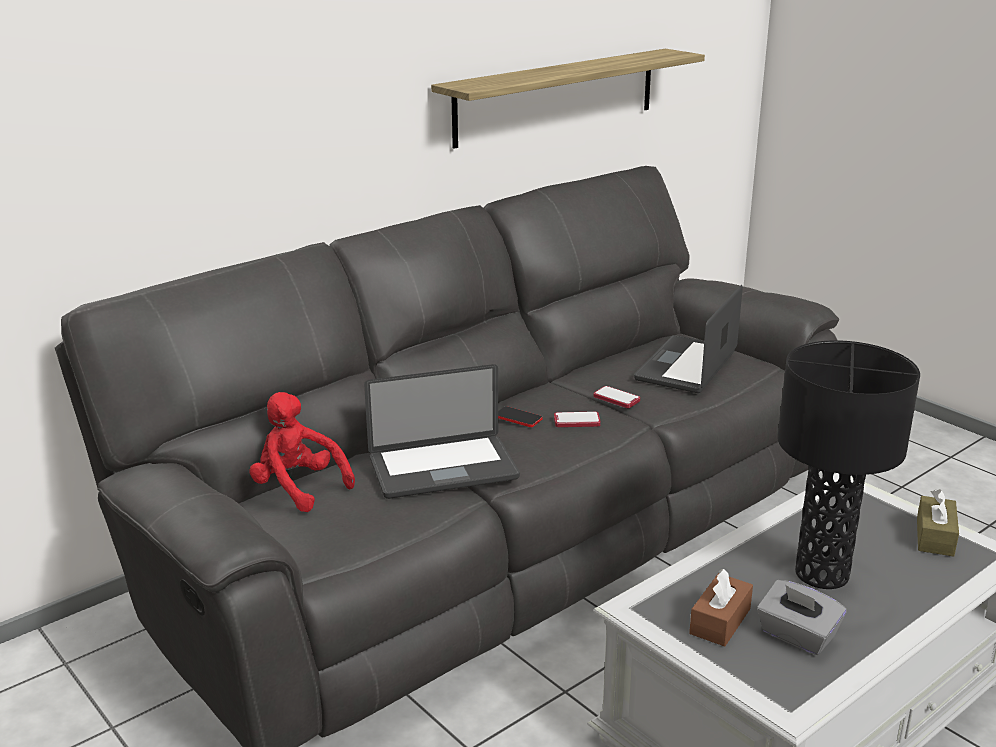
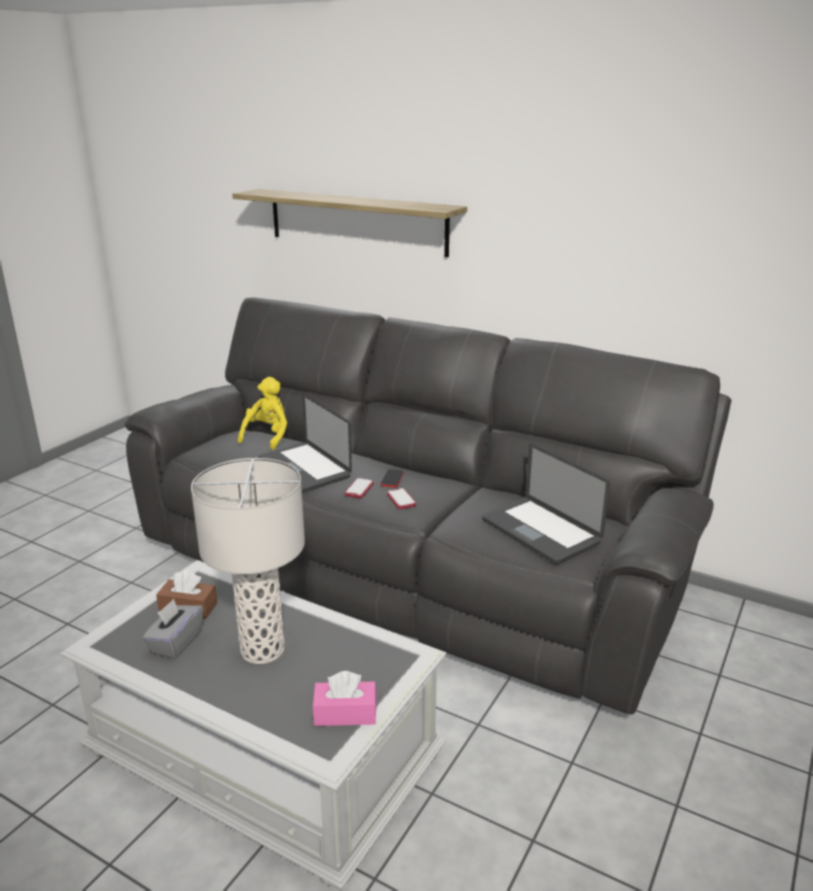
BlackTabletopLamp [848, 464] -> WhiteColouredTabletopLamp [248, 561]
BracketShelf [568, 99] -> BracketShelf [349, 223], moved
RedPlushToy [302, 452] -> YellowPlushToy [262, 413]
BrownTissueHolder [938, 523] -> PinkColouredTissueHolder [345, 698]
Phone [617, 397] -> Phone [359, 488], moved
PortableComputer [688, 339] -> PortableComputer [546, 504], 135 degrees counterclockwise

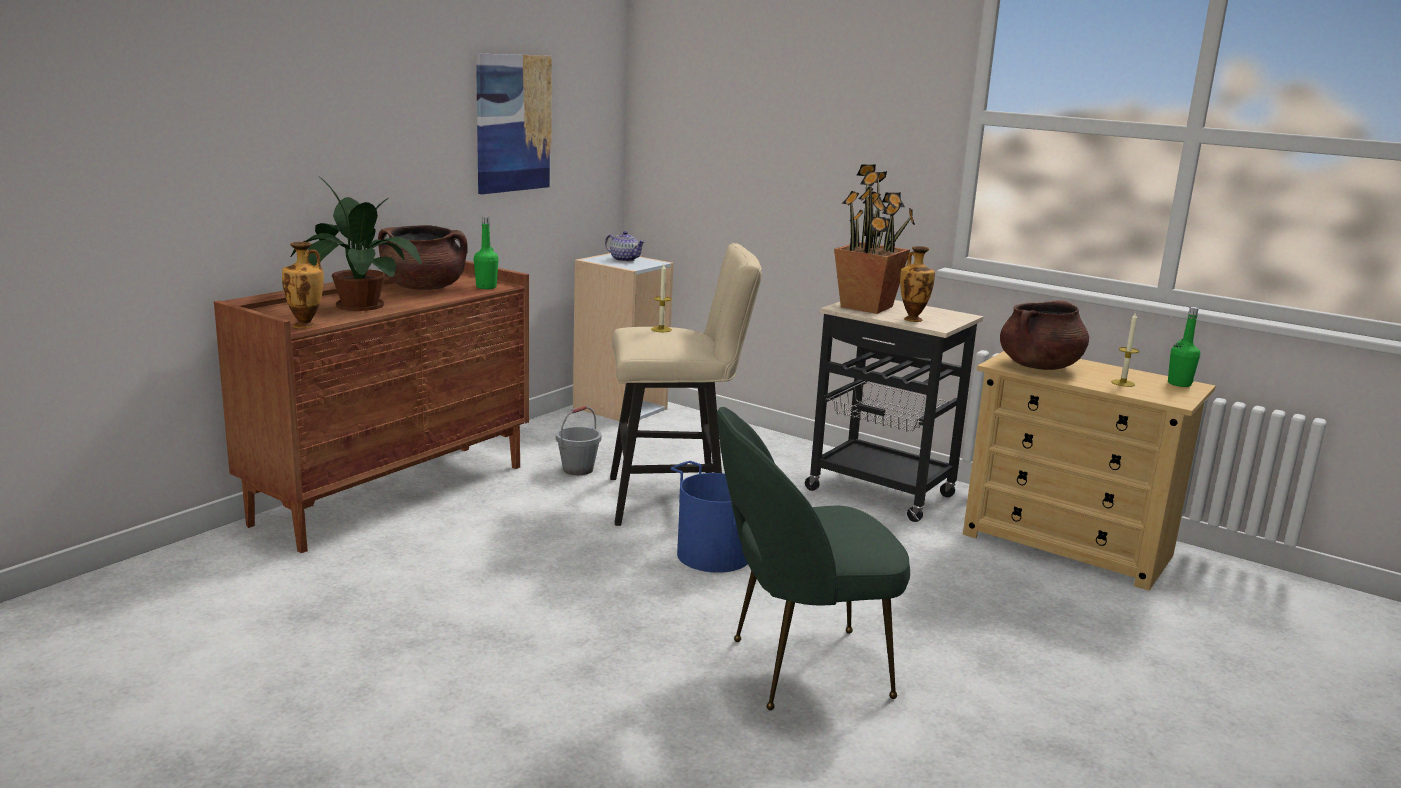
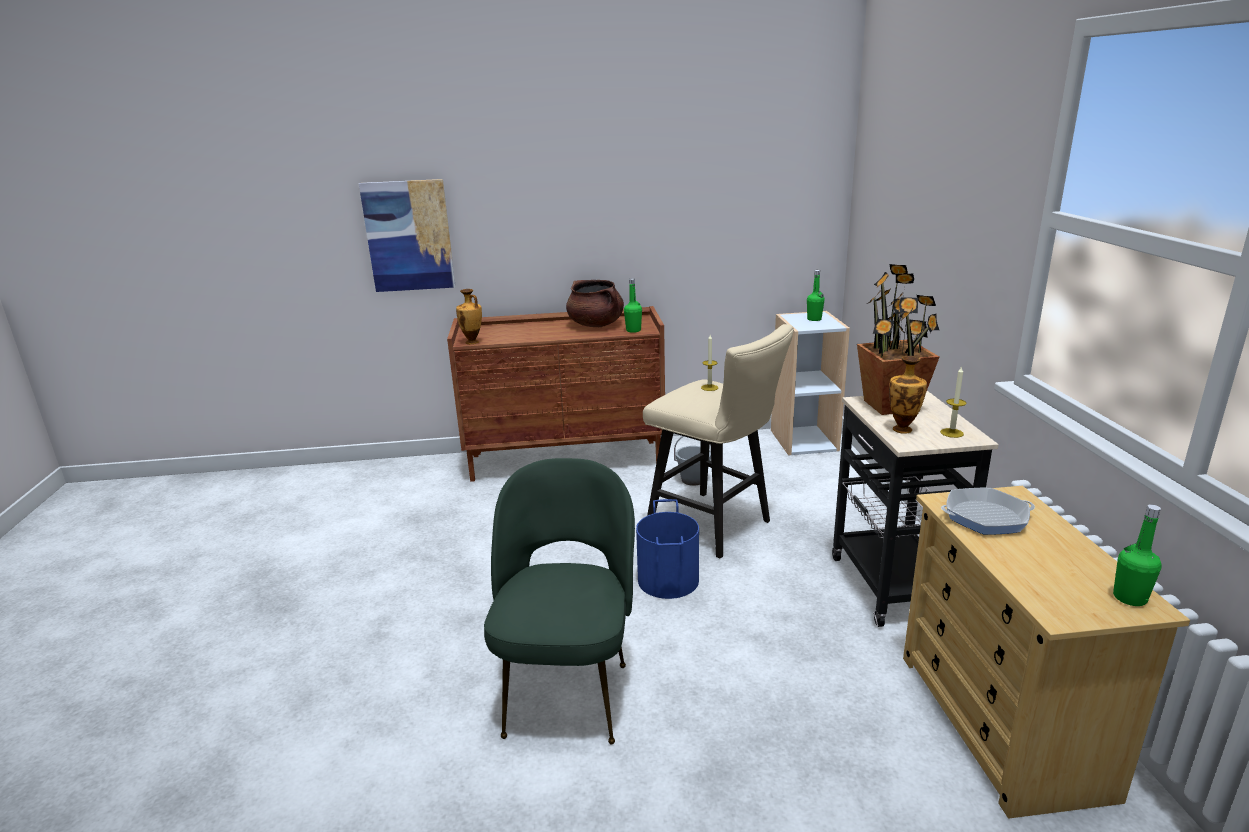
WallArt [514, 123] -> WallArt [407, 235], moved
GreenChair [813, 558] -> GreenChair [559, 601], 60 degrees clockwise
TeaPot [625, 246] -> GreenDrinkBottle [816, 295]
Candle [1125, 349] -> Candle [953, 402], moved
BrownCookingPot [1044, 335] -> Pan [988, 511]
Houseplant [356, 244] -> none

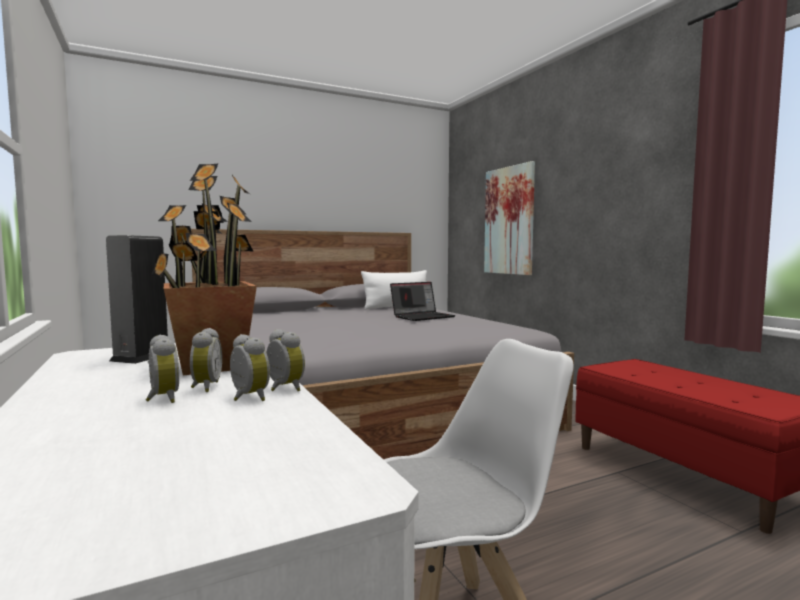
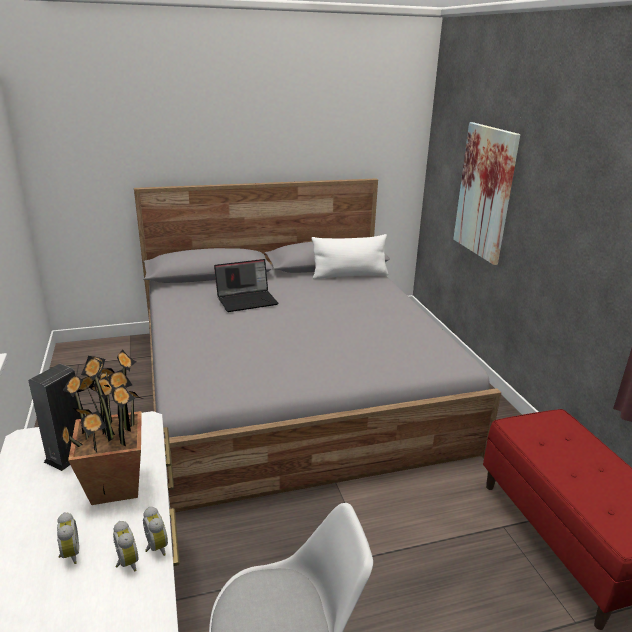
PortableComputer [423, 301] -> PortableComputer [246, 285], moved
BedsideClock [206, 360] -> none

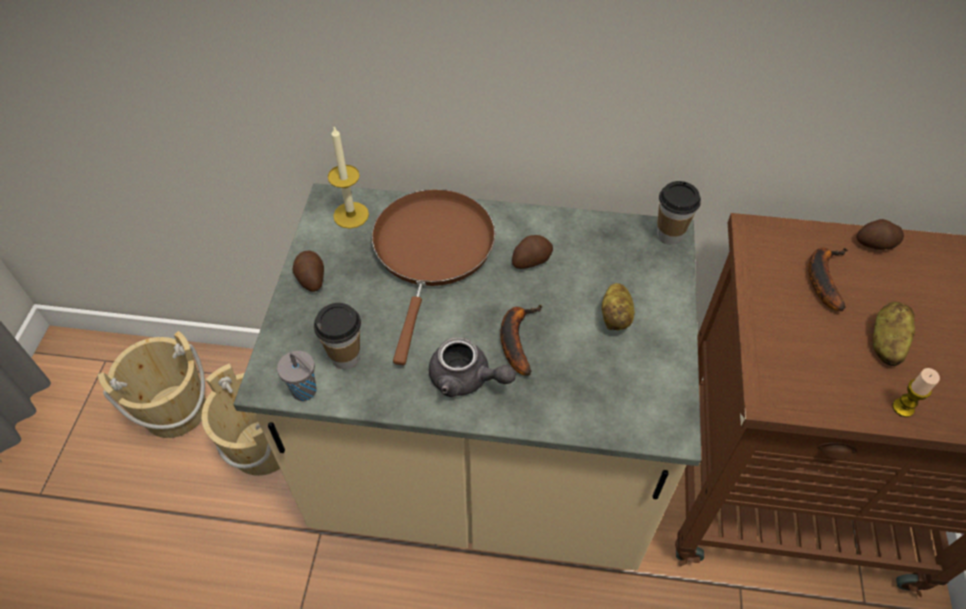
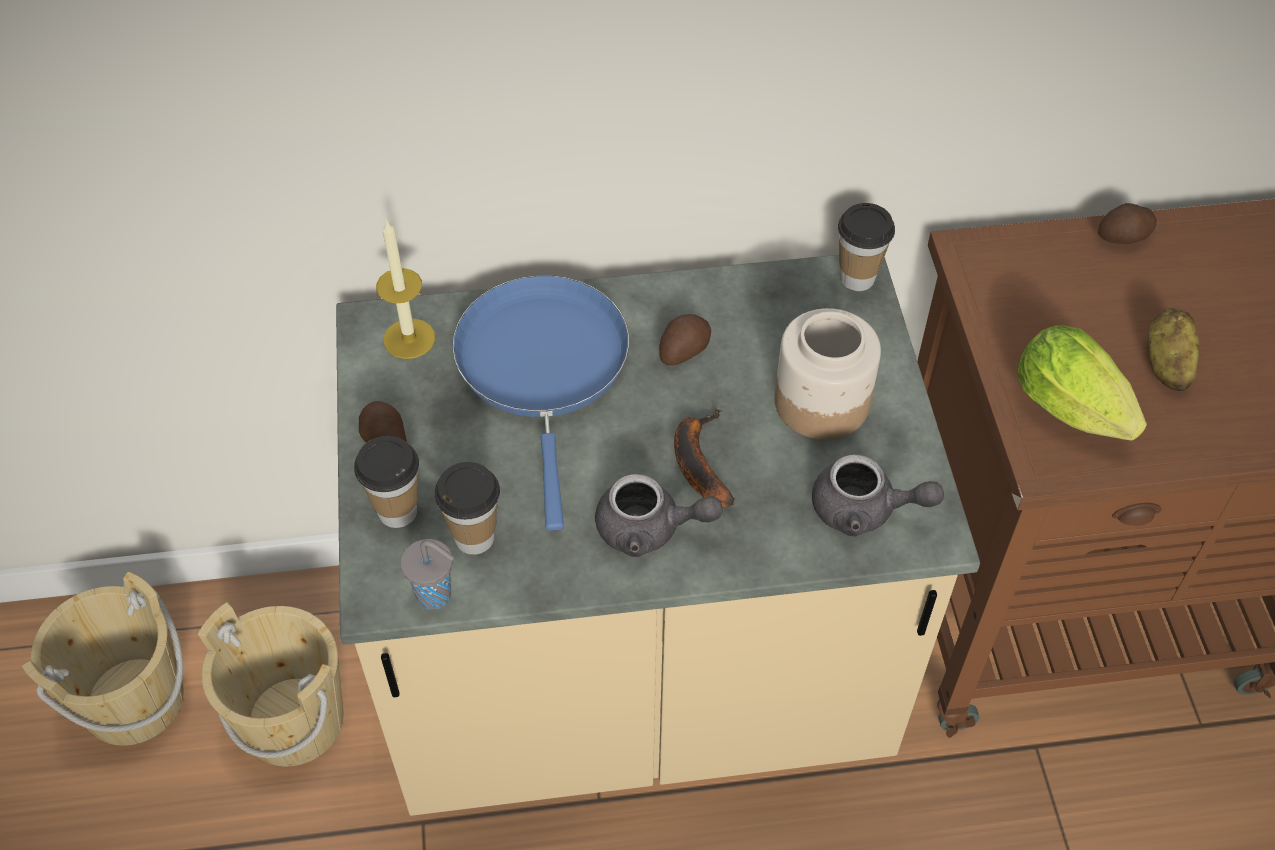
none -> SmallCup [386, 482]
BrownPan [433, 277] -> BlueColouredPan [540, 403]
Potato [618, 307] -> PreserveJar [828, 374]
none -> GreyTeaPot [878, 495]
none -> LettuceHead [1082, 383]
BananaFruit [828, 279] -> none
Candle [916, 392] -> none

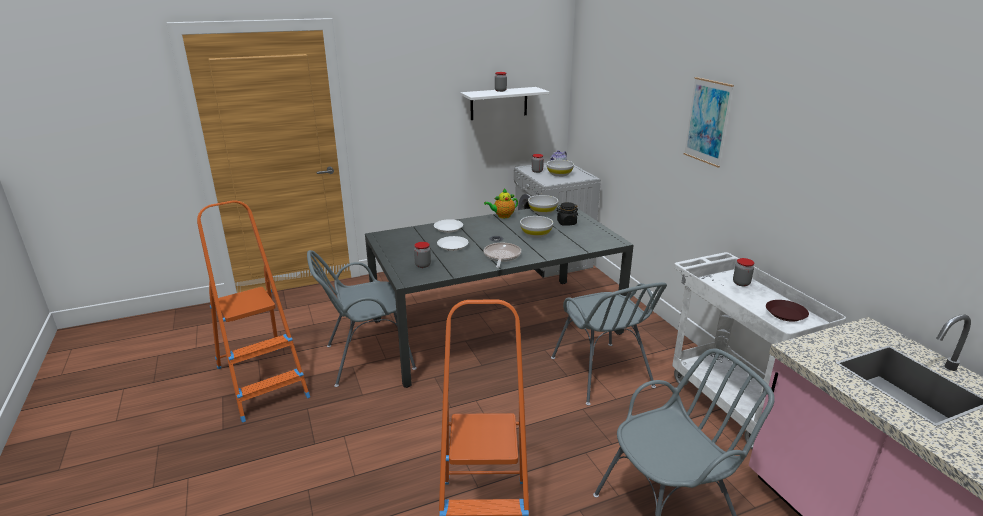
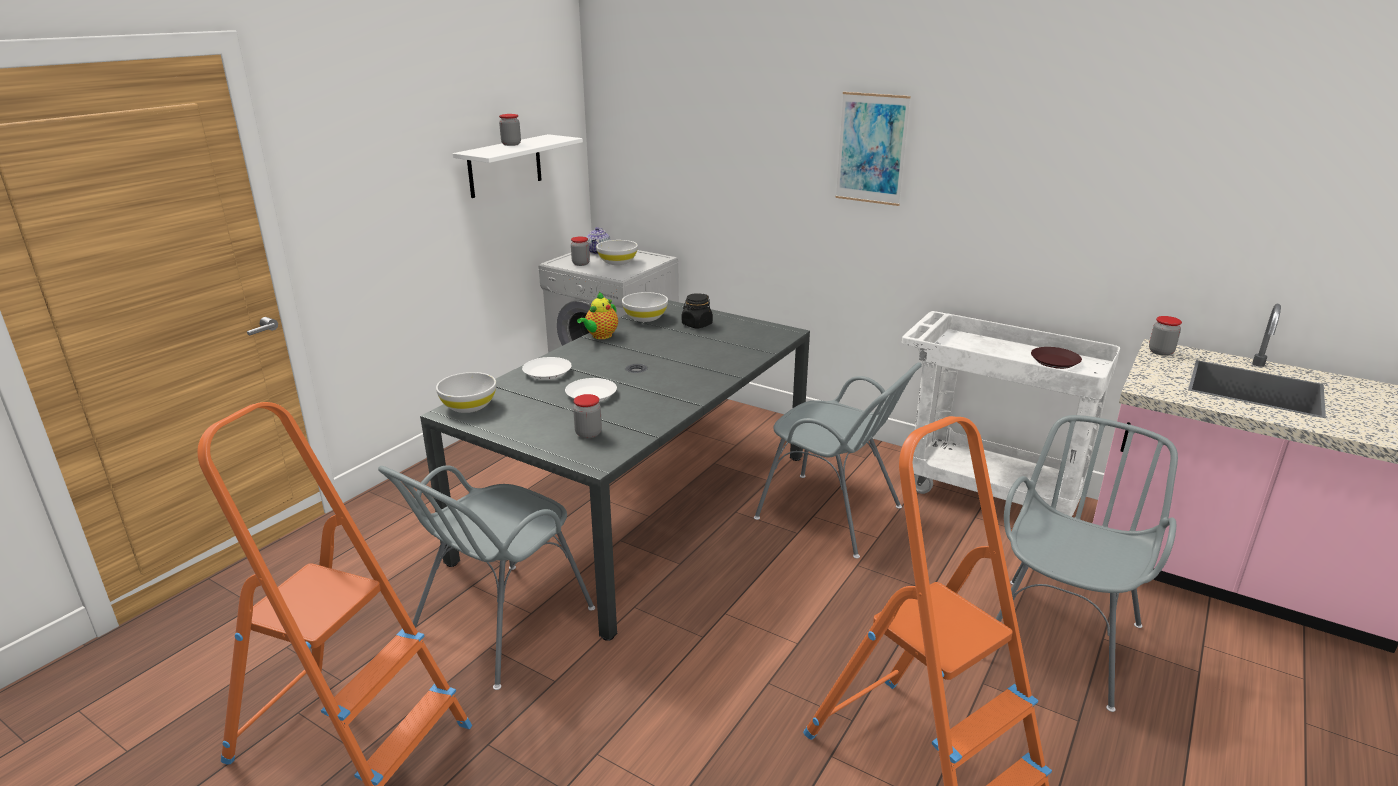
WhiteColouredBowl [536, 227] -> WhiteColouredBowl [466, 392], moved
PreserveJar [743, 272] -> PreserveJar [1165, 336], moved
Pan [502, 255] -> none

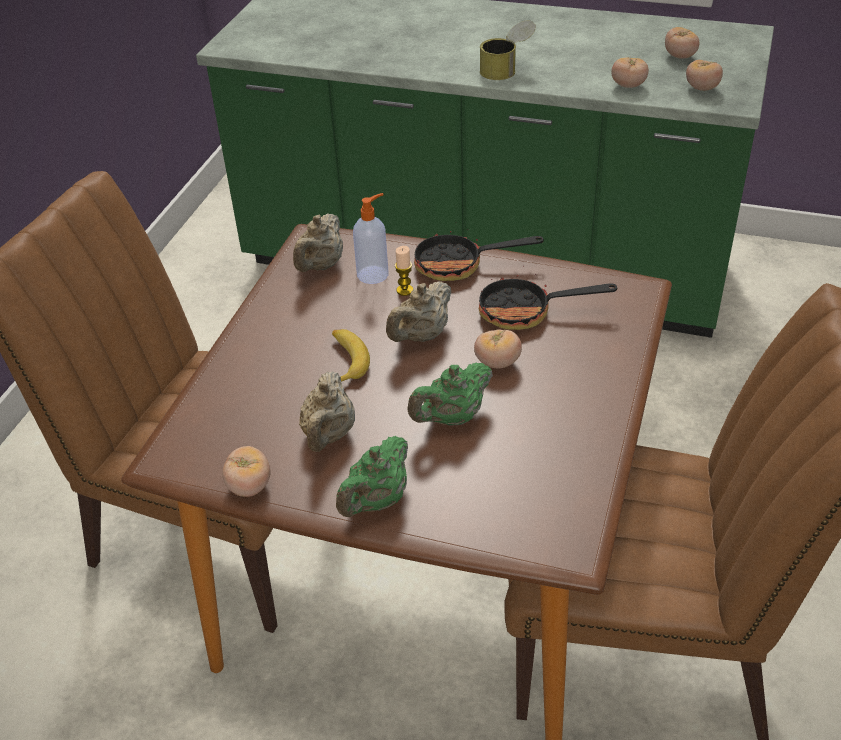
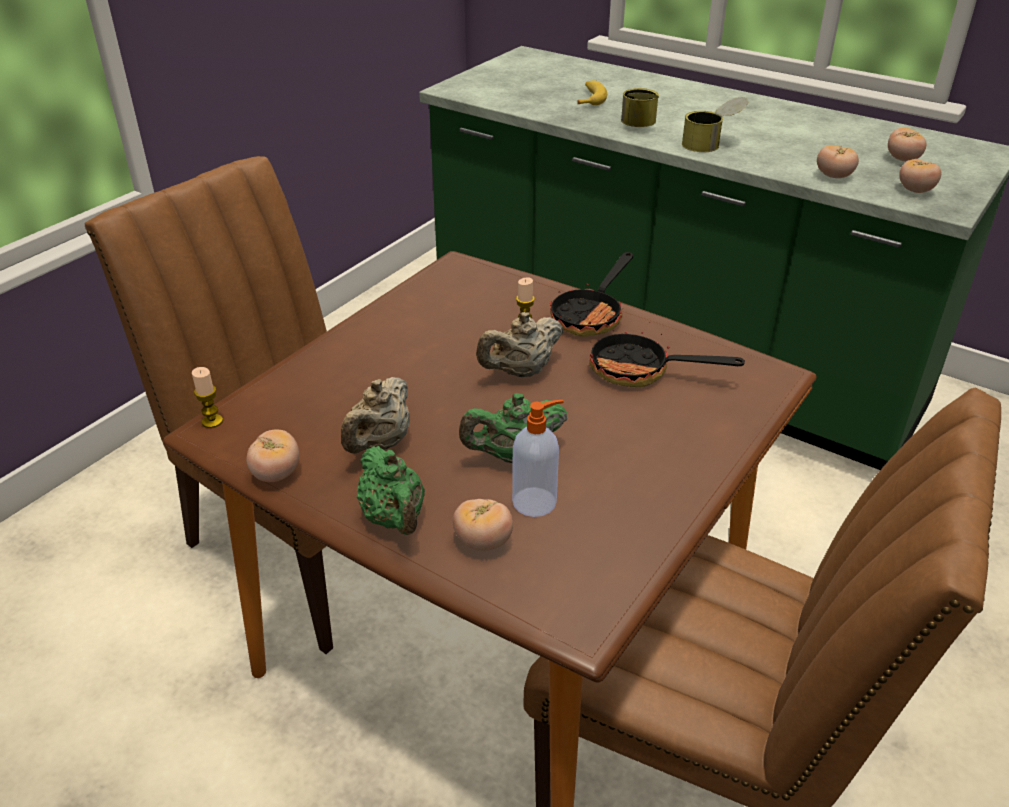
none -> Candle [207, 397]
GreenTeaPot [372, 476] -> GreenTeaPot [391, 490], 75 degrees counterclockwise
Tomato [498, 349] -> Tomato [482, 525], moved
SoapBottle [371, 238] -> SoapBottle [538, 458], moved
Pan [479, 255] -> Pan [591, 294], 75 degrees counterclockwise
BananaFruit [351, 355] -> BananaFruit [592, 92], moved
none -> MetalCan [640, 107]
SandColouredTeaPot [318, 243] -> none

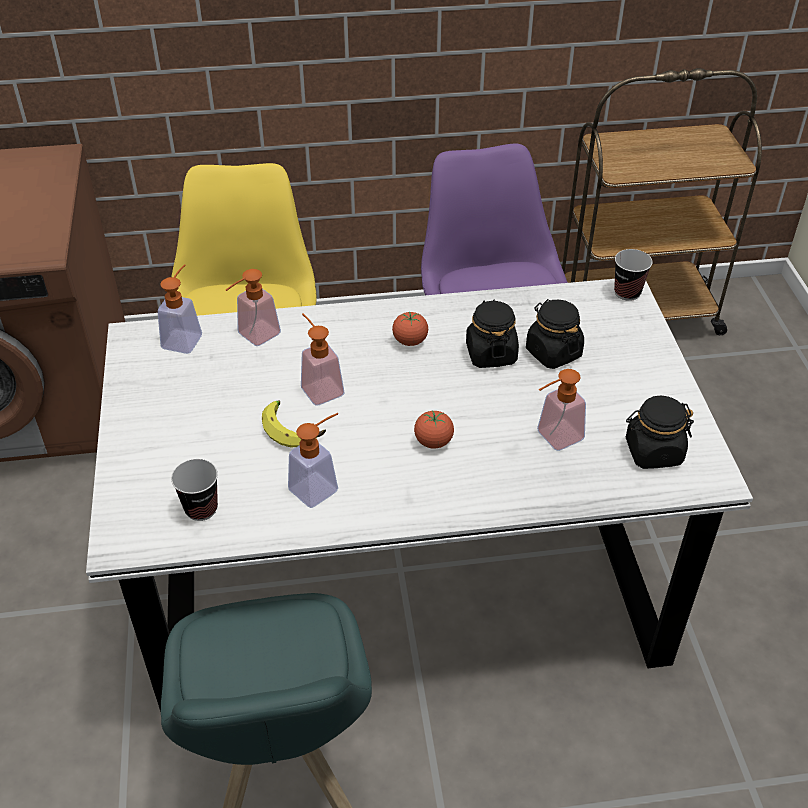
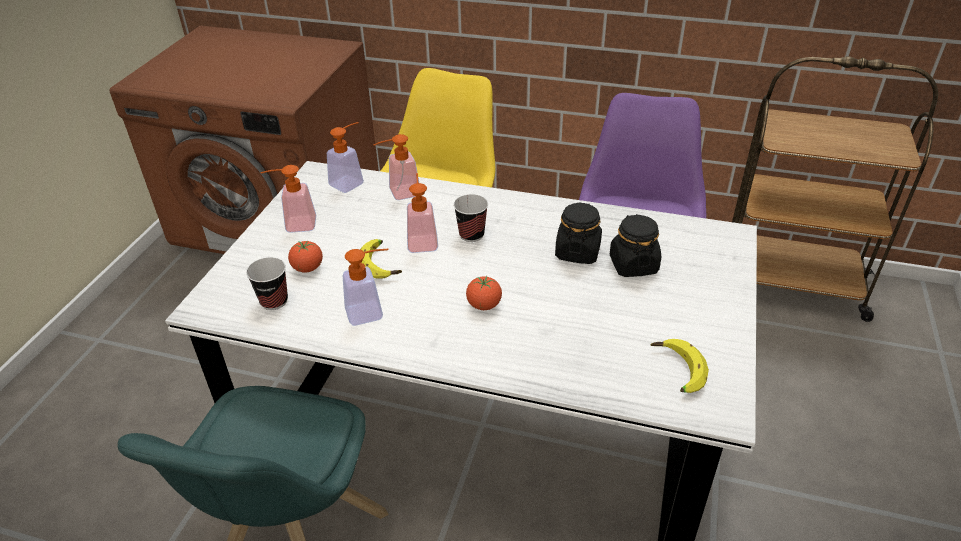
SoapBottle [561, 410] -> SoapBottle [288, 199], moved
Tomato [410, 329] -> Tomato [305, 257], moved
SmallCup [633, 275] -> SmallCup [470, 218], moved
BlackPreserveJar [660, 432] -> BananaFruit [680, 366]

